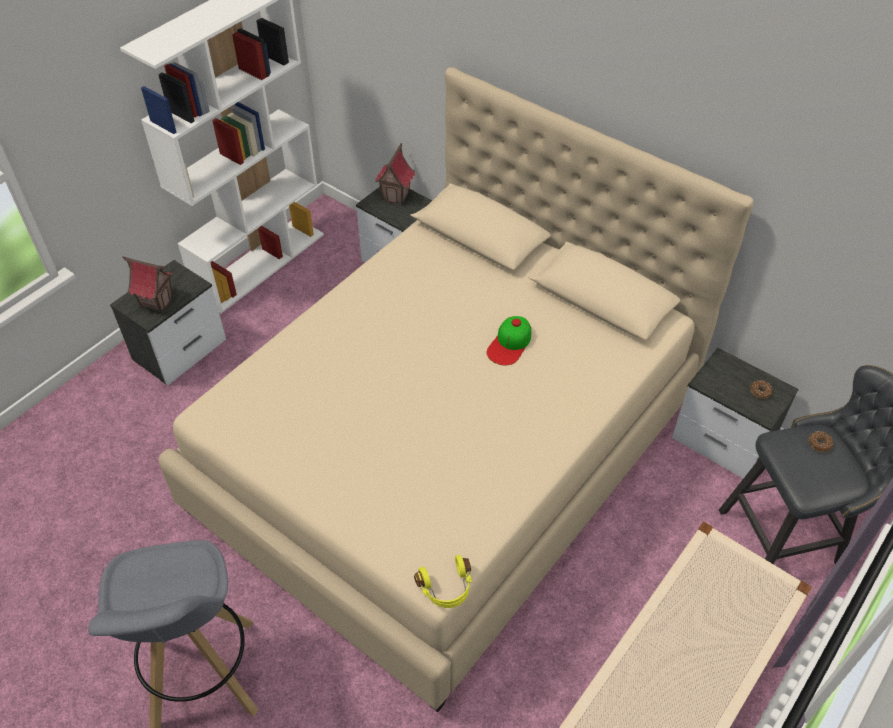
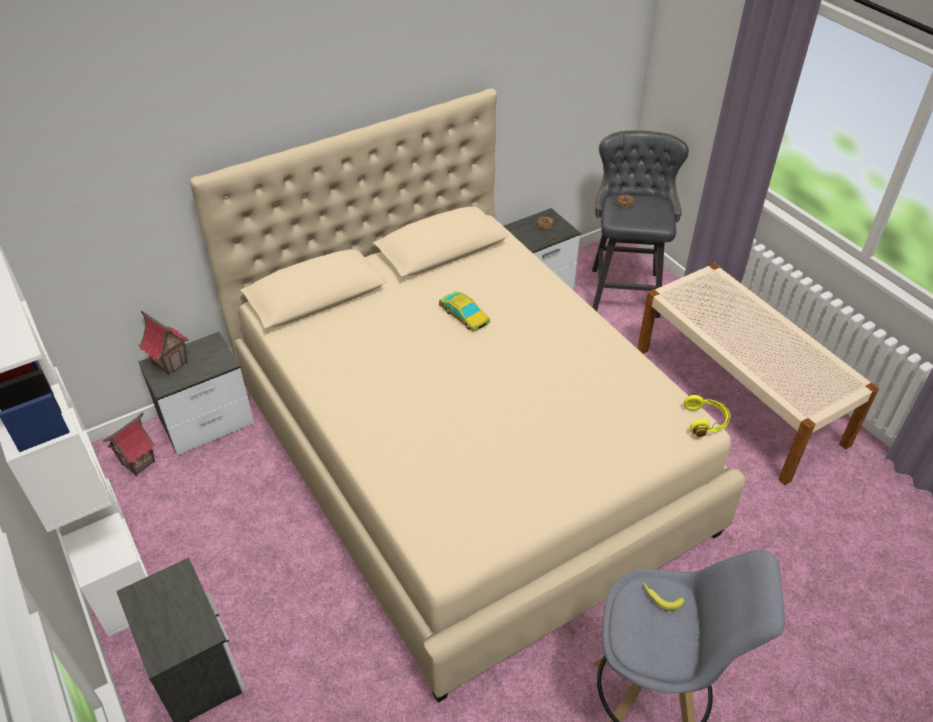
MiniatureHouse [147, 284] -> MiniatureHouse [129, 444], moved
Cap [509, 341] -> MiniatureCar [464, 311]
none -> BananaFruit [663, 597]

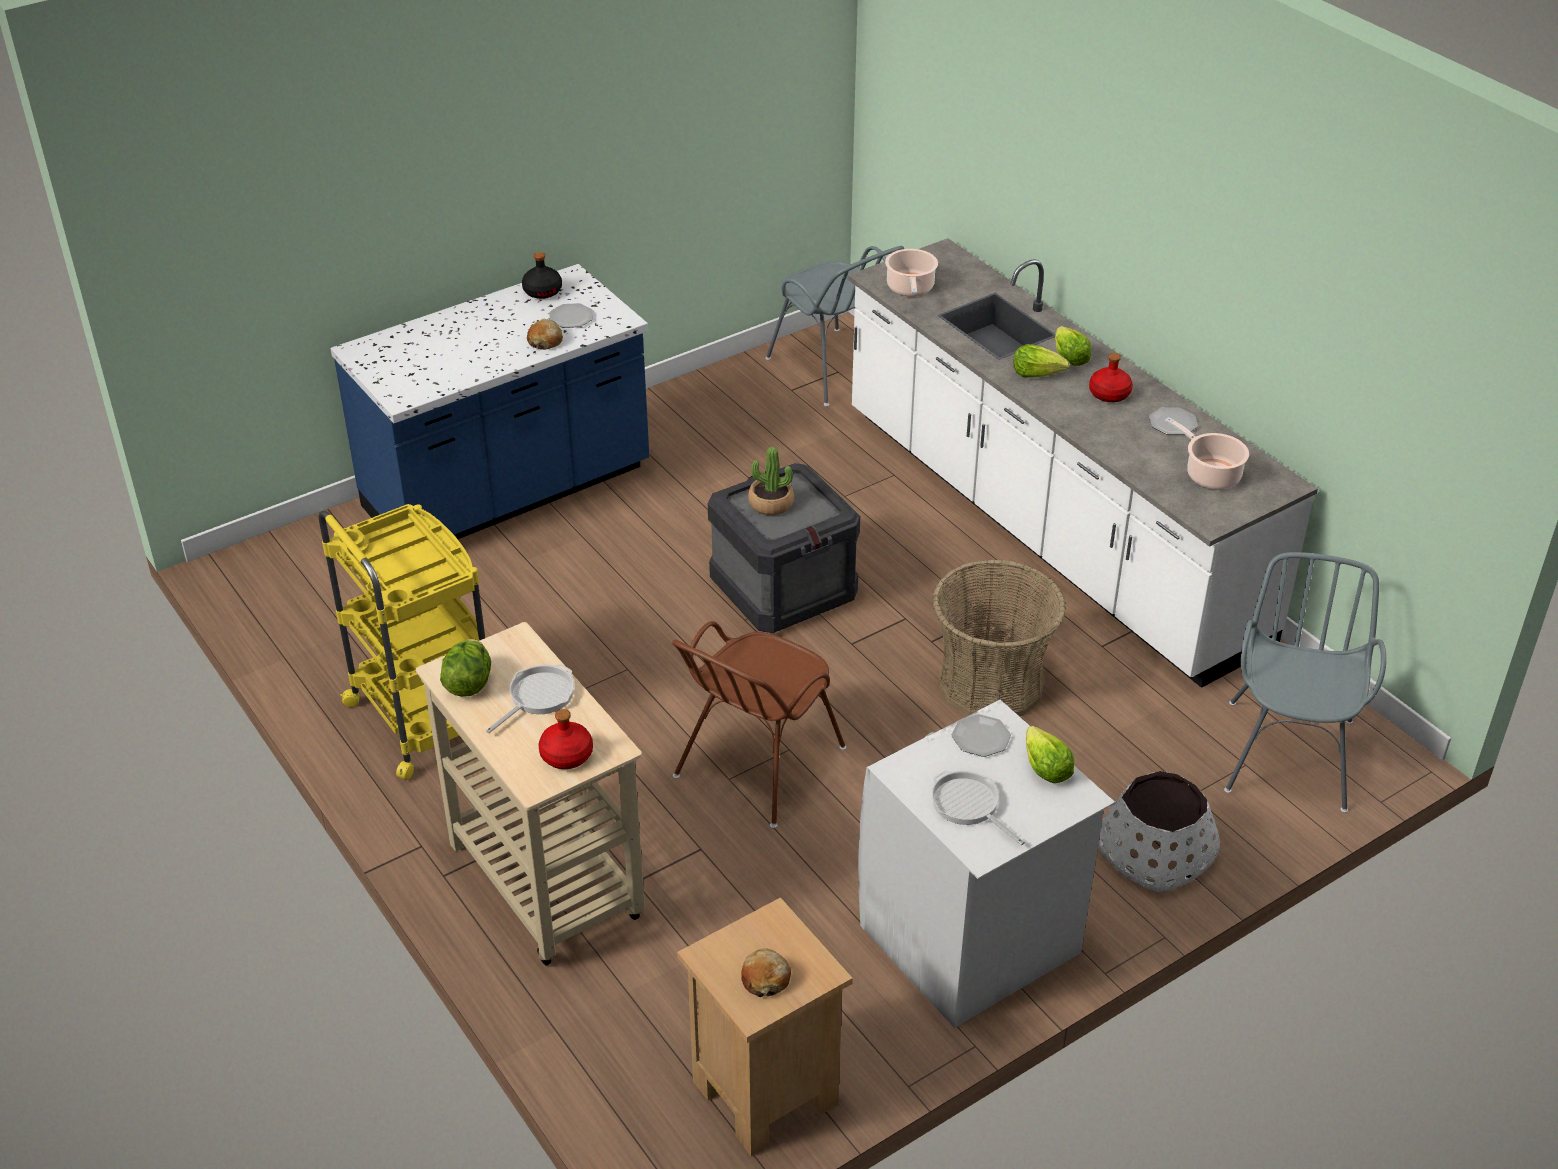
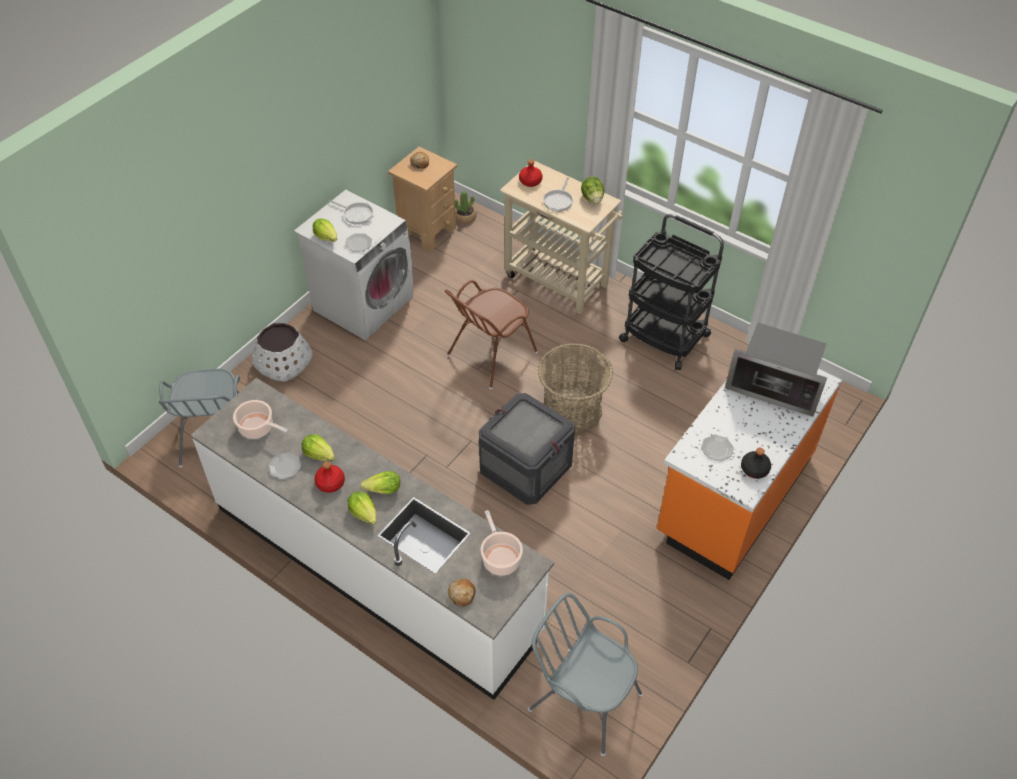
none -> LettuceHead [318, 447]
BrownChair [759, 724] -> BrownChair [491, 335], 150 degrees counterclockwise
BakeryBread [545, 334] -> BakeryBread [462, 592], moved
Houseplant [771, 481] -> Houseplant [466, 207], moved
HouseholdBasket [999, 637] -> HouseholdBasket [575, 388], moved
YellowWheeledCart [402, 642] -> BlackWheeledCart [671, 292]
BlueColouredKitchenCounter [489, 401] -> OrangeColouredKitchenCounter [749, 474]
none -> Microwave [776, 370]

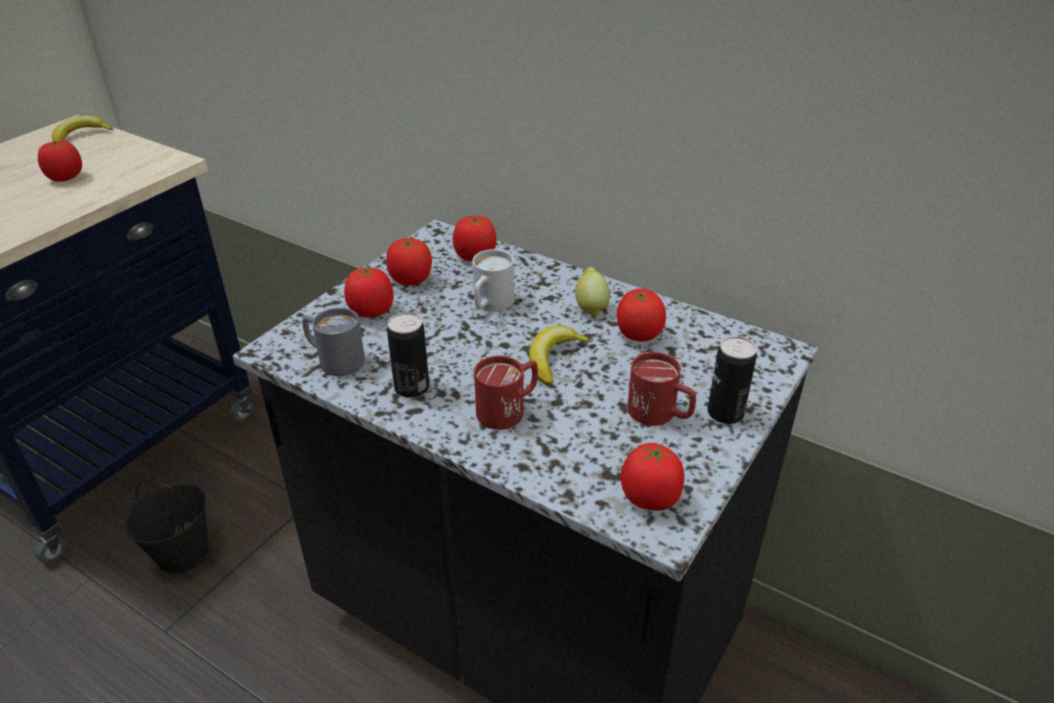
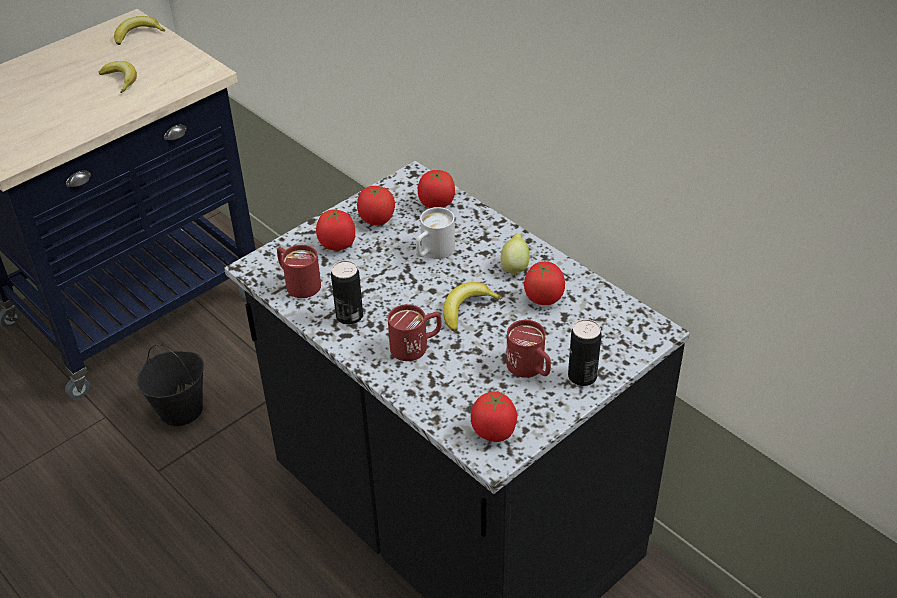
Tomato [60, 161] -> BananaFruit [118, 77]
GreyCoffeeMug [333, 342] -> RedCoffeeMug [299, 271]

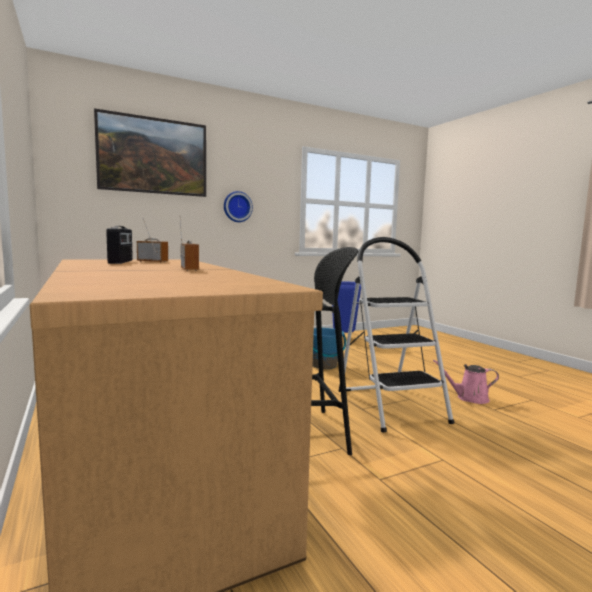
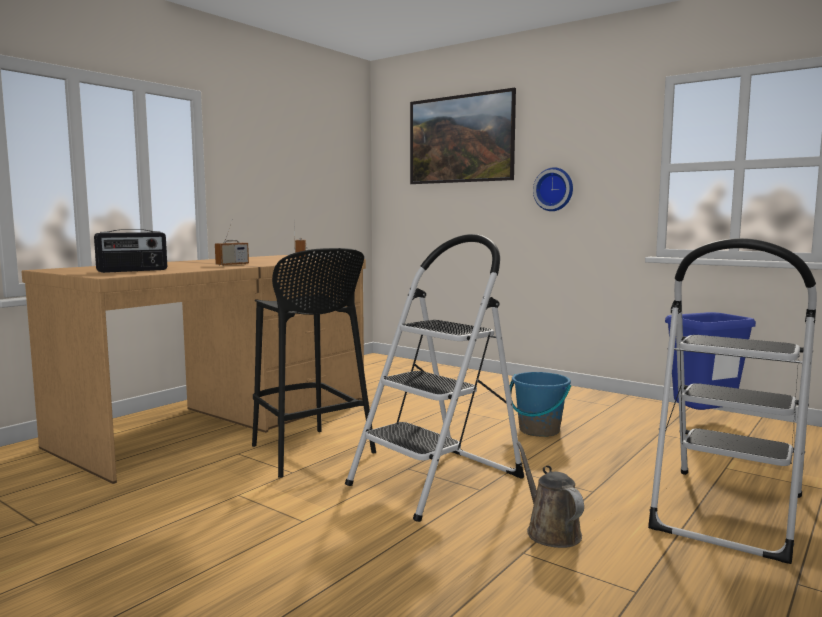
RadioSet [119, 245] -> RadioSet [130, 251], moved
PinkColouredSprinklingCan [466, 382] -> BrownSprinklingCan [550, 495]
none -> Stepladder [732, 401]

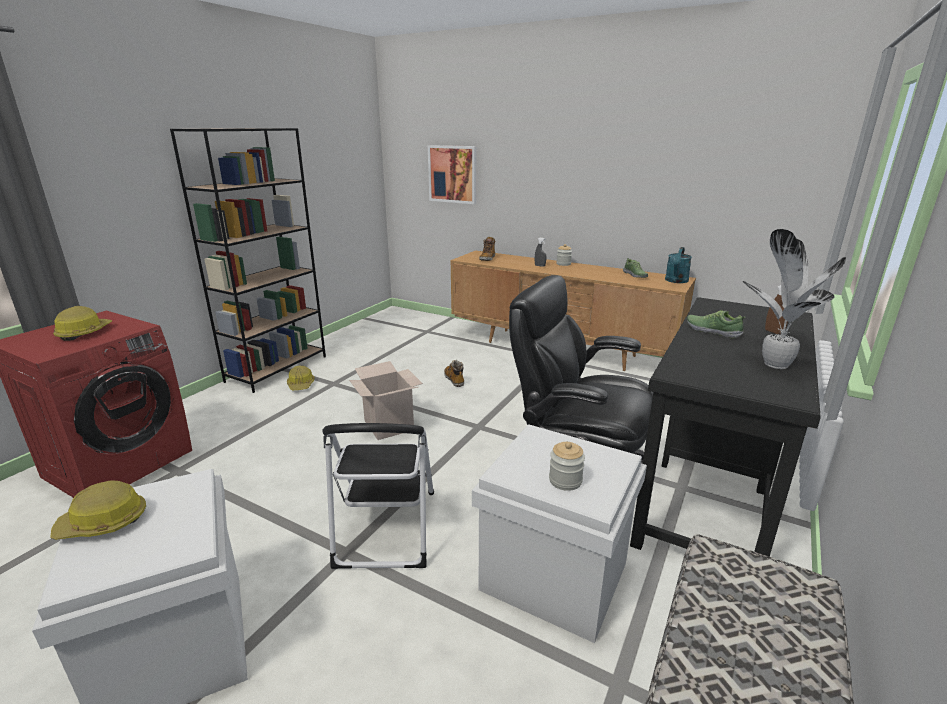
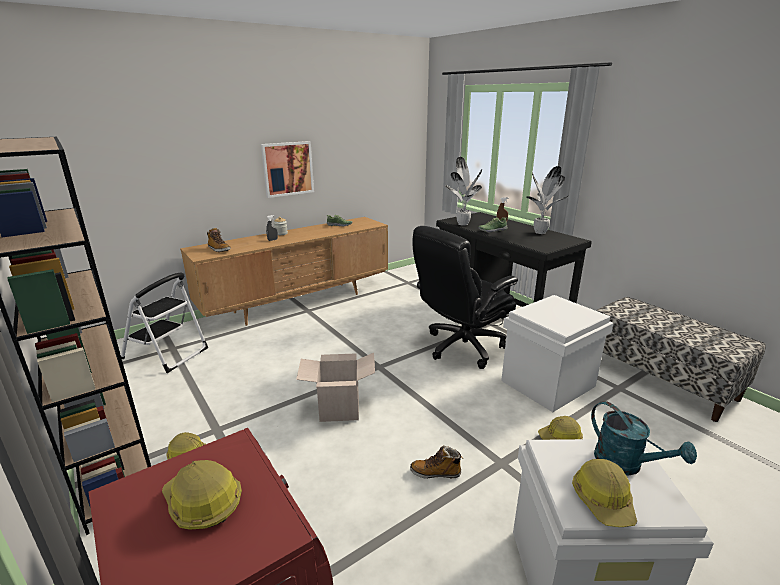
Stepladder [378, 496] -> Stepladder [164, 323], moved
WallArt [452, 174] -> WallArt [287, 169], moved
Boot [454, 373] -> Boot [436, 462], moved
none -> Houseplant [463, 191]
none -> SafetyHelmet [560, 428]
BlueGreenSprinklingCan [678, 265] -> BlueGreenSprinklingCan [644, 438], moved
PreserveJar [567, 466] -> none

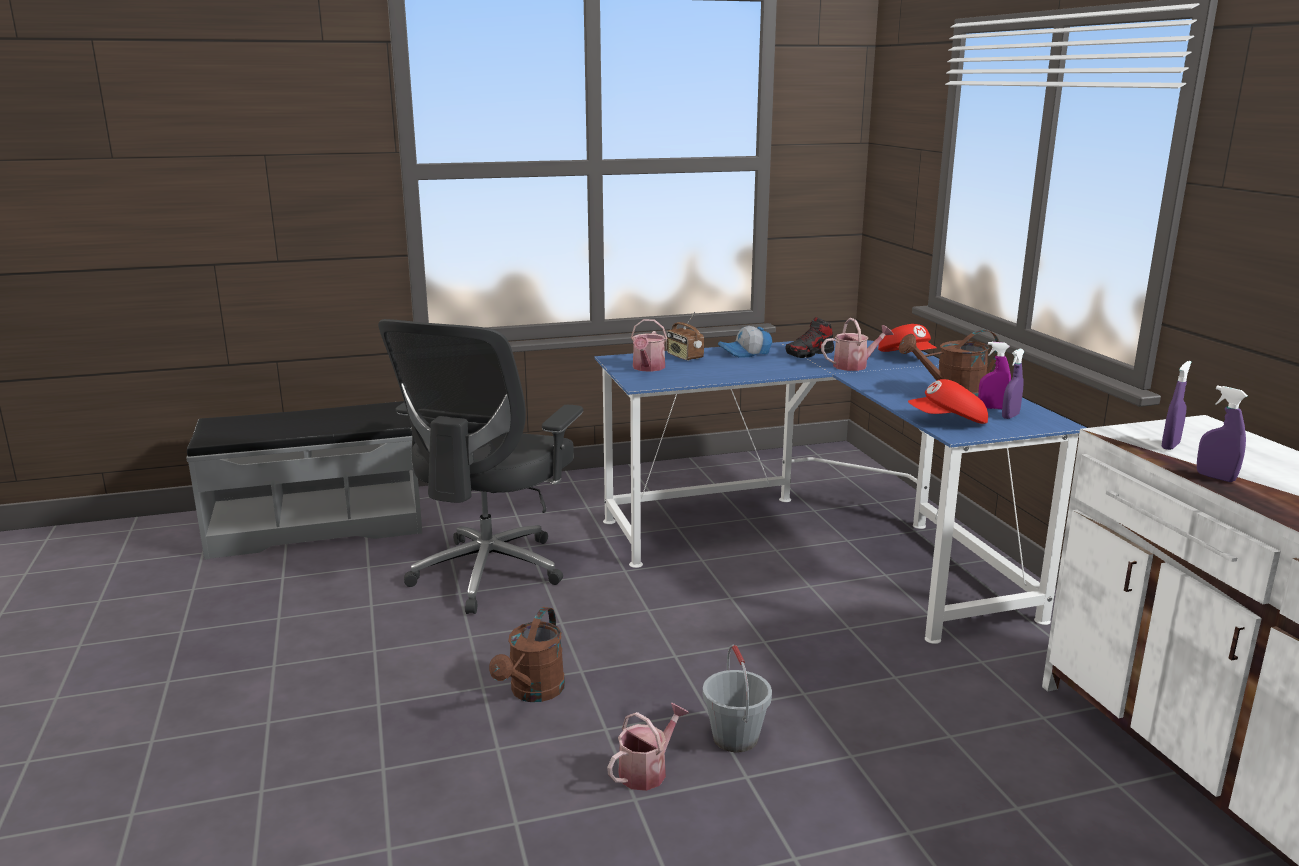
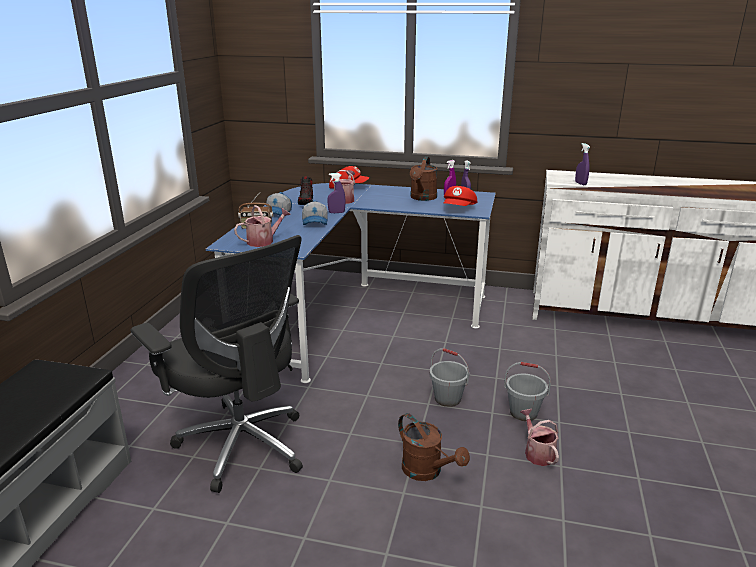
SprinklingCan [649, 345] -> SprinklingCan [262, 226], 75 degrees counterclockwise
none -> Cap [315, 212]
PurplishHandSprayer [1222, 433] -> PurplishHandSprayer [336, 193], moved
none -> GreyWaterBucket [449, 377]

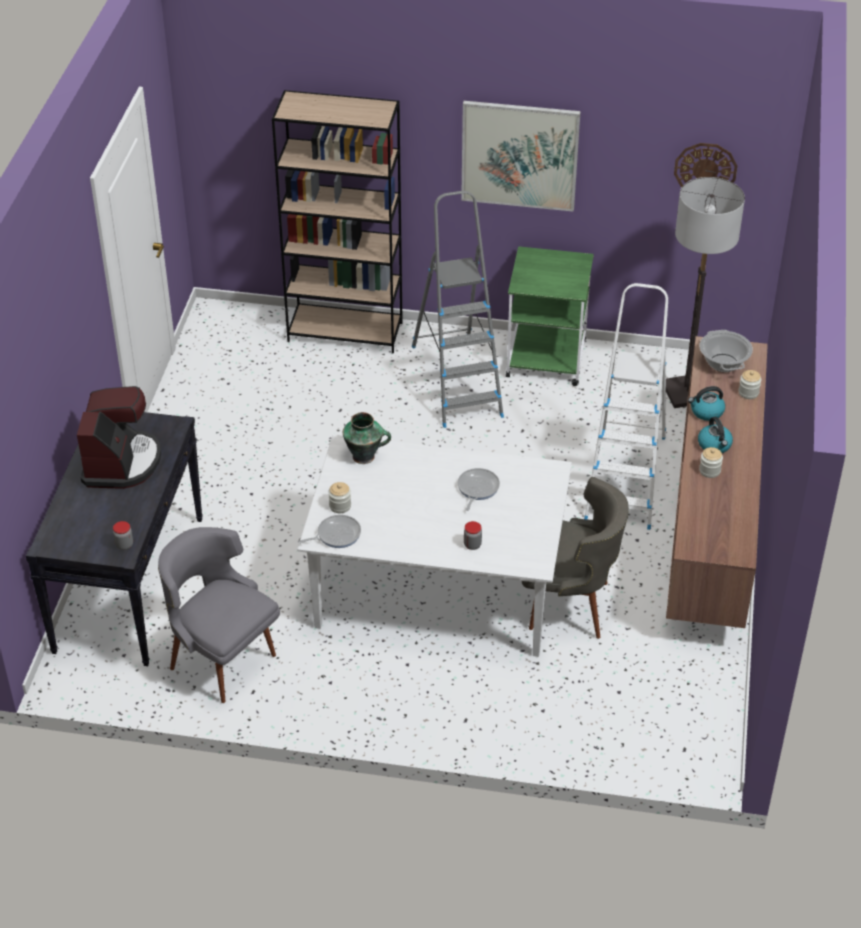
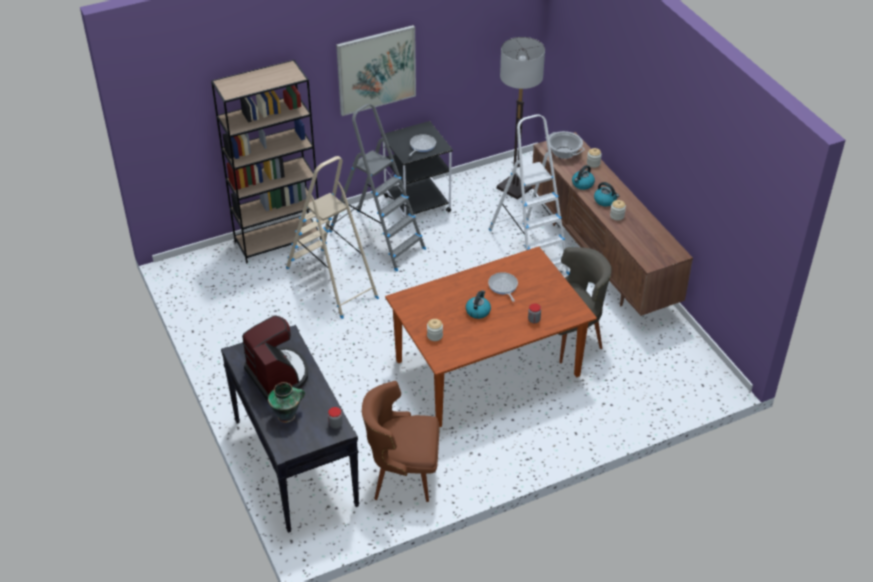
DecorativeVase [367, 438] -> DecorativeVase [286, 402], moved
none -> SandColouredStepladder [332, 237]
GreyChair [219, 615] -> BrownChair [401, 441]
GreenWheeledCart [550, 316] -> BlackWheeledCart [417, 169]
WhiteColouredKitchenTable [434, 546] -> BrownKitchenTable [491, 337]
Pan [329, 531] -> Pan [422, 145], moved
none -> WaterKettle [478, 304]
HangingClock [705, 165] -> none

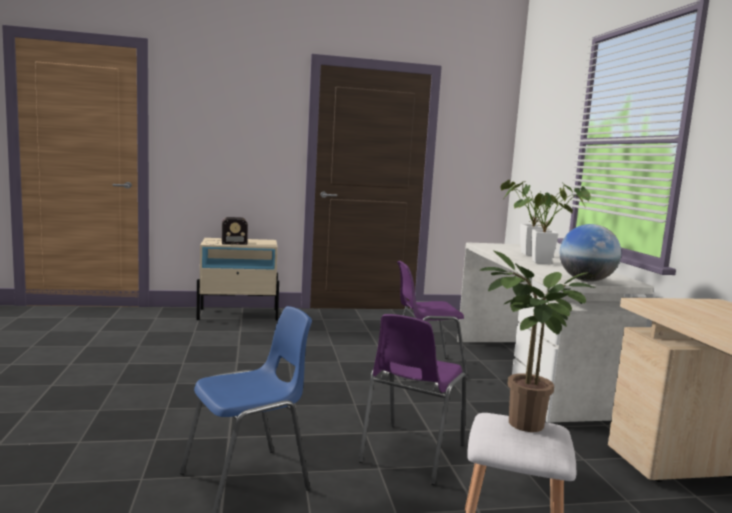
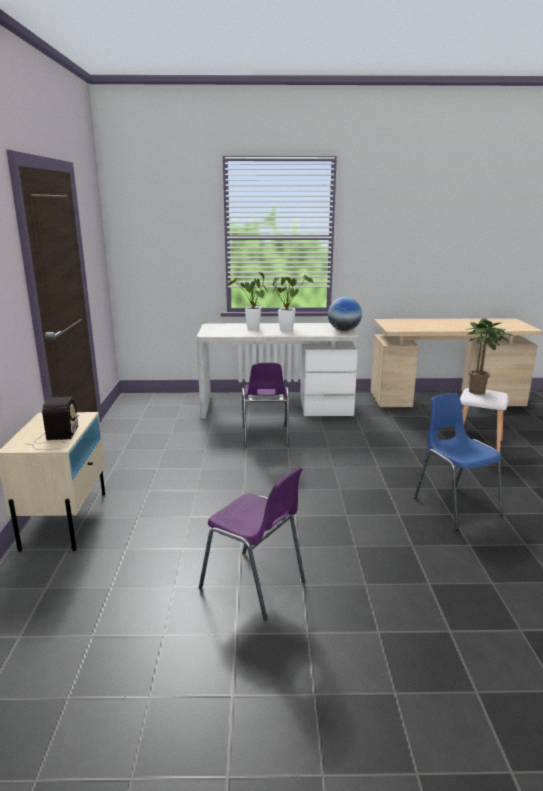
PurplishChair [412, 399] -> PurplishChair [252, 544], moved

